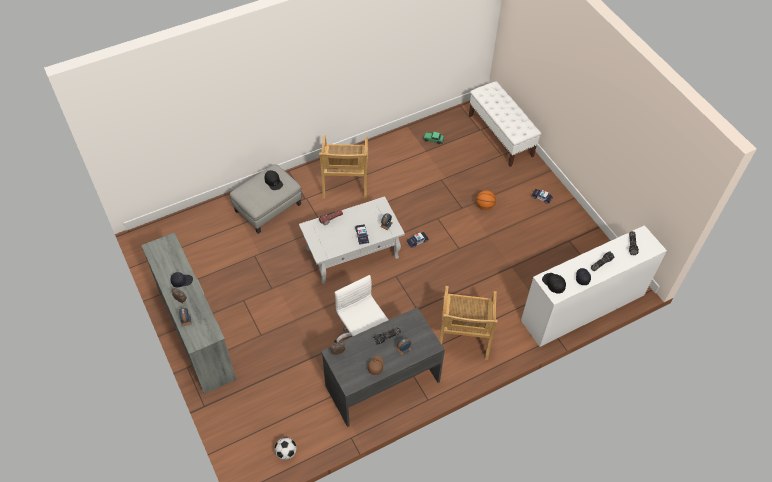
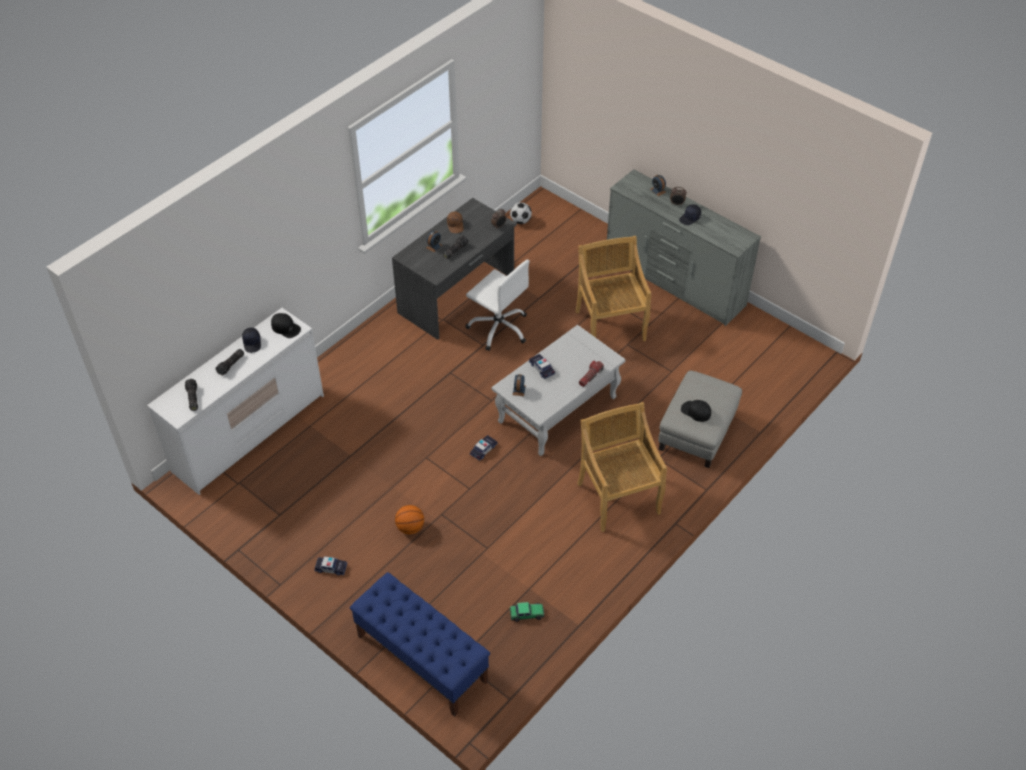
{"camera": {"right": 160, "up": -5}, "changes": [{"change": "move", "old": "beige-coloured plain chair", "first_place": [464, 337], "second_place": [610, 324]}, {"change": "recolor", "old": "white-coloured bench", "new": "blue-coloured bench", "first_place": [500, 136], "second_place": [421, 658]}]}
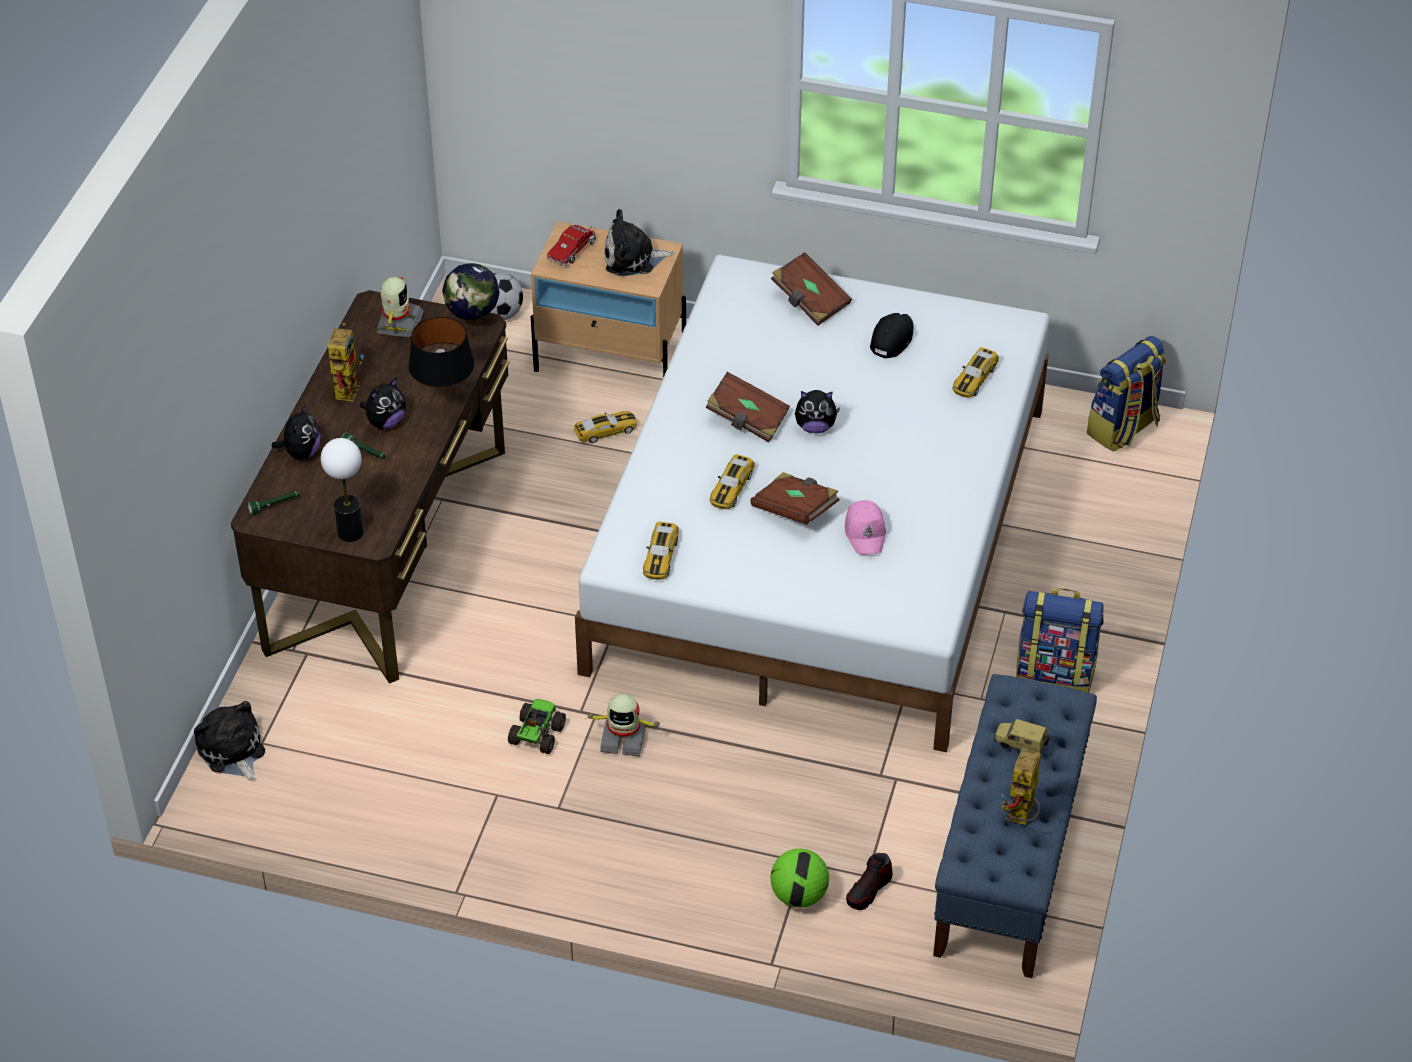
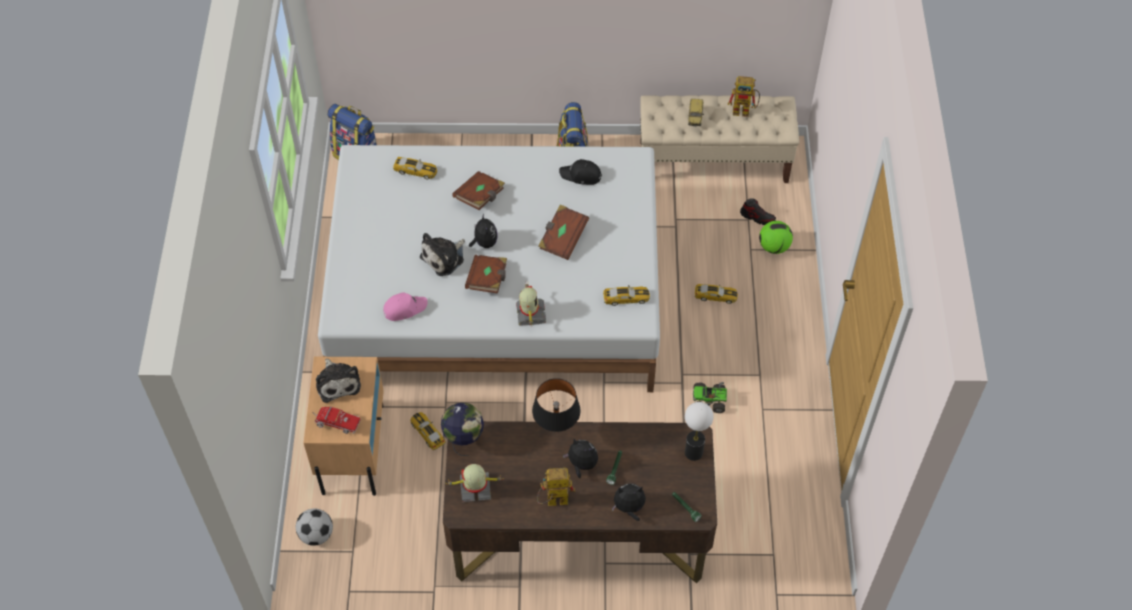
{"camera": {"right": -105, "up": 10}, "changes": [{"change": "move", "old": "soft toy", "first_place": [232, 752], "second_place": [444, 257]}, {"change": "move", "old": "toy robot", "first_place": [623, 738], "second_place": [530, 314]}, {"change": "move", "old": "toy car", "first_place": [731, 488], "second_place": [715, 296]}, {"change": "move", "old": "brown-coloured book", "first_place": [809, 301], "second_place": [480, 197]}, {"change": "move", "old": "pink-coloured cap", "first_place": [865, 532], "second_place": [404, 308]}, {"change": "move", "old": "black cap", "first_place": [891, 339], "second_place": [581, 175]}, {"change": "recolor", "old": "blue-coloured bench", "new": "beige-coloured bench", "first_place": [1009, 862], "second_place": [714, 161]}]}
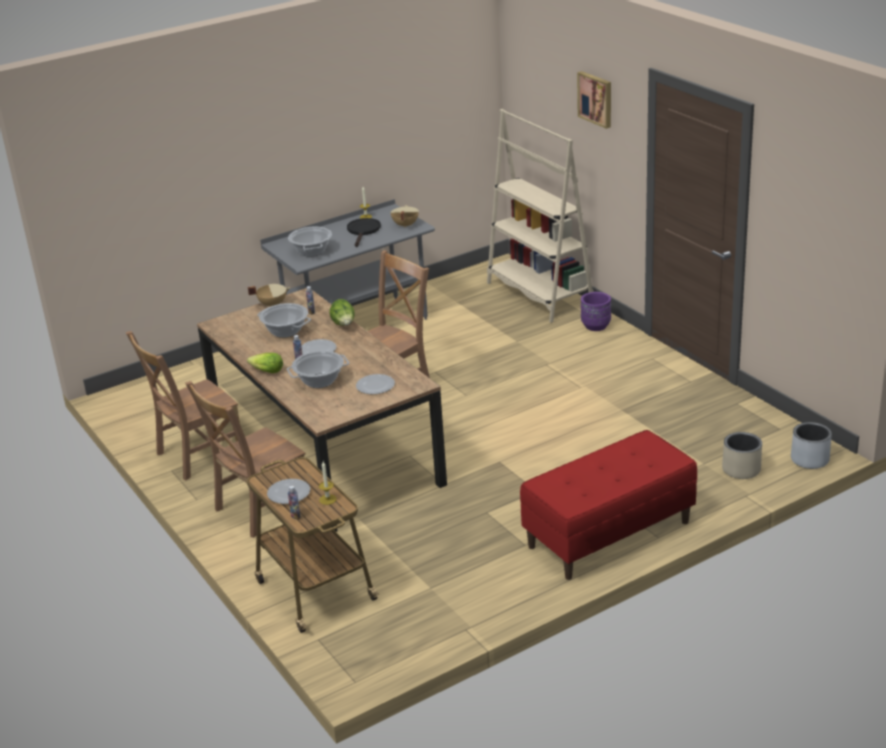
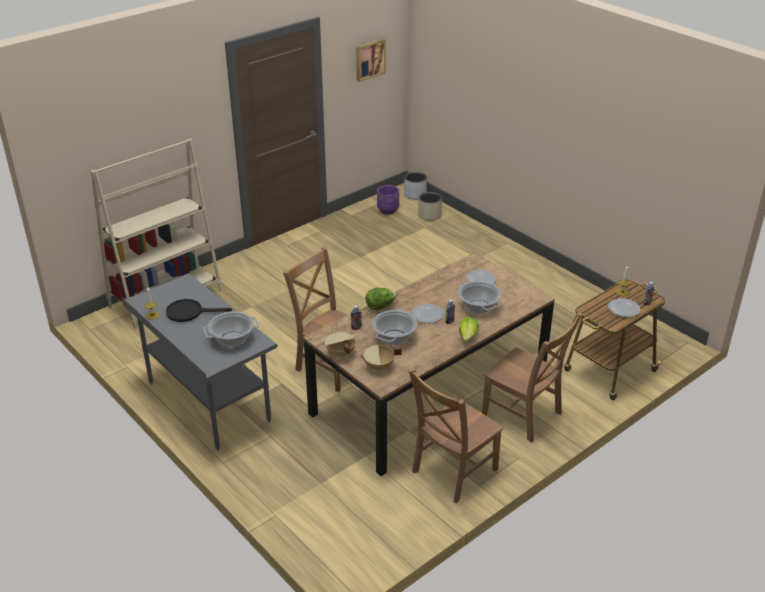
{"camera": {"right": -100, "up": 5}, "changes": [{"change": "delete", "old": "red-coloured bench", "first_place": [609, 535]}, {"change": "move", "old": "beige-coloured stockpot", "first_place": [405, 225], "second_place": [379, 367]}, {"change": "move", "old": "wall picture", "first_place": [596, 99], "second_place": [369, 59]}, {"change": "move", "old": "purple-coloured flower pot", "first_place": [596, 326], "second_place": [388, 210]}, {"change": "rotate", "old": "brown-coloured plain chair", "first_place": [197, 455], "second_place": [452, 472], "degrees": 90}]}
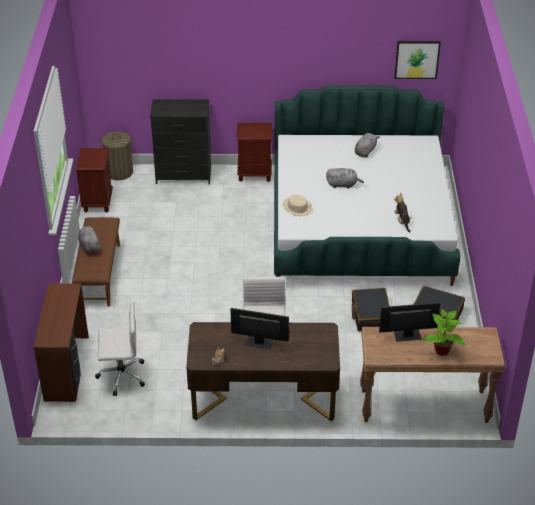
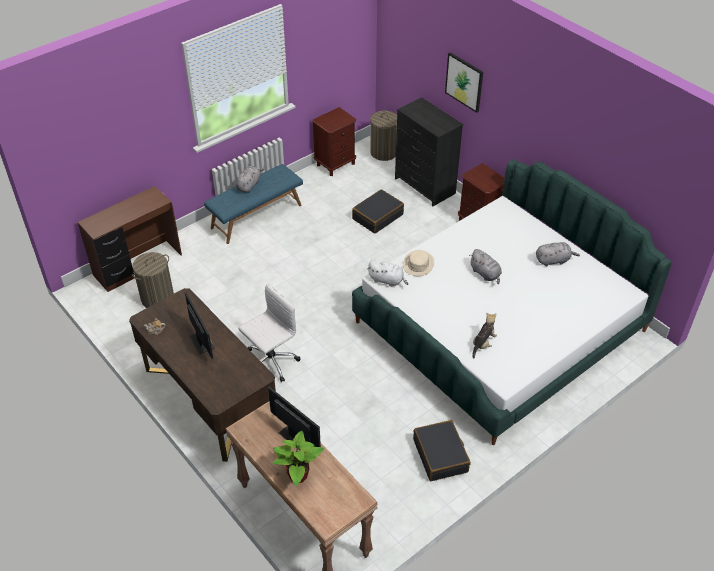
{"camera": {"right": 50, "up": 5}, "changes": [{"change": "insert", "new": "white-coloured soft toy", "second_place": [387, 280]}, {"change": "move", "old": "black travel case", "first_place": [370, 315], "second_place": [377, 216]}, {"change": "move", "old": "wall picture", "first_place": [417, 59], "second_place": [464, 82]}, {"change": "replace", "old": "white-coloured desk chair", "new": "hamper", "first_place": [121, 375], "second_place": [157, 298]}, {"change": "recolor", "old": "brown-coloured bench", "new": "blue-coloured bench", "first_place": [99, 274], "second_place": [256, 216]}]}
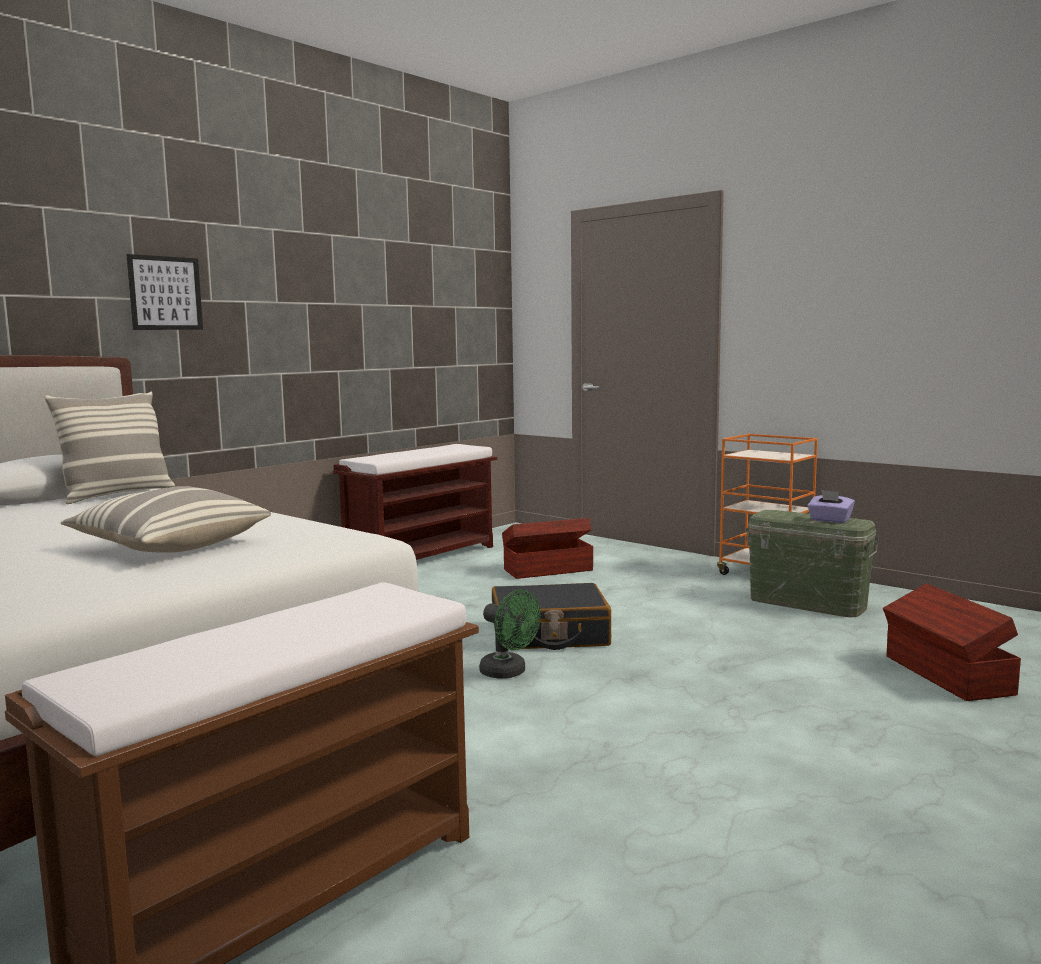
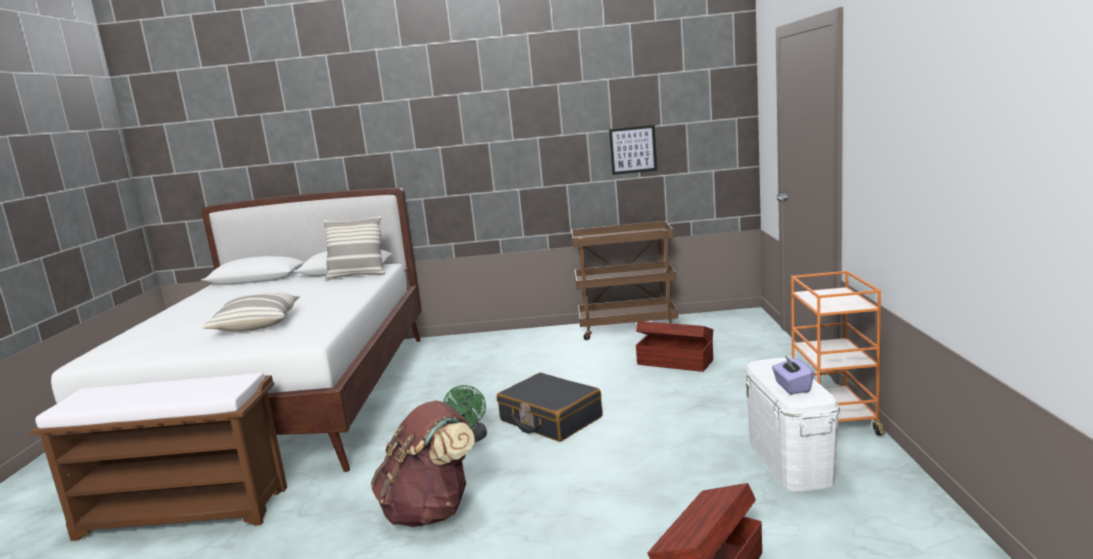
{"camera": {"right": 50, "up": 5}, "changes": [{"change": "insert", "new": "brown-coloured knapsack", "second_place": [431, 511]}, {"change": "move", "old": "wall picture", "first_place": [165, 293], "second_place": [633, 150]}, {"change": "replace", "old": "brown-coloured bench", "new": "brown-coloured wheeled cart", "first_place": [422, 556], "second_place": [628, 328]}, {"change": "recolor", "old": "green storage bin", "new": "white-coloured storage bin", "first_place": [808, 603], "second_place": [790, 461]}]}
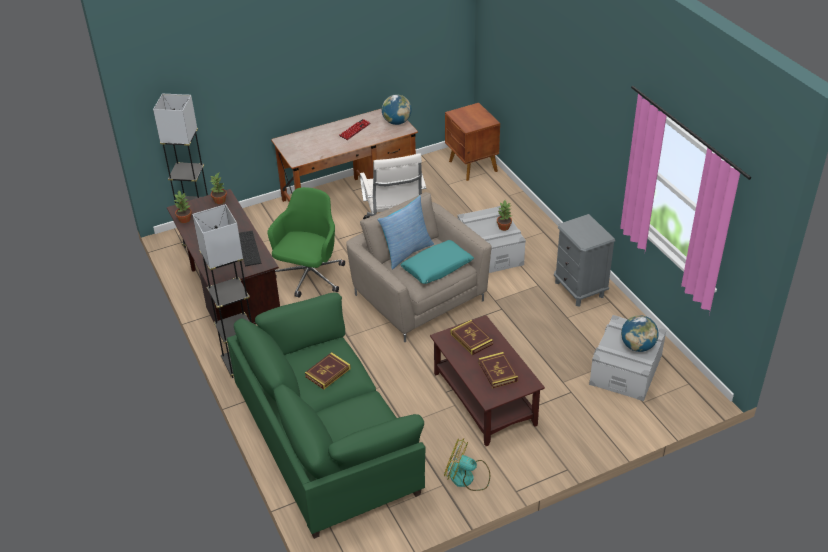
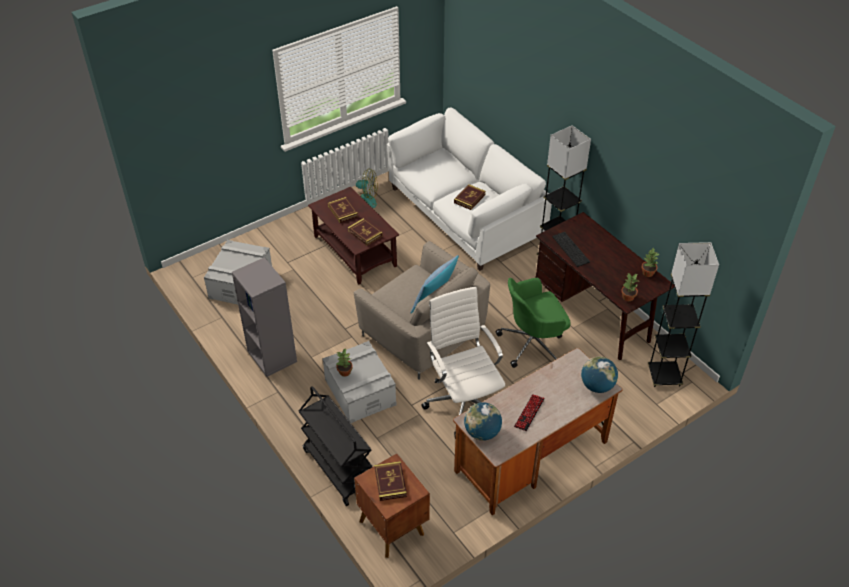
{"camera": {"right": 170, "up": 5}, "changes": [{"change": "delete", "old": "blue-green throw pillow", "first_place": [437, 268]}, {"change": "insert", "new": "black wheeled cart", "second_place": [338, 469]}, {"change": "insert", "new": "book", "second_place": [390, 482]}, {"change": "move", "old": "globe", "first_place": [637, 346], "second_place": [597, 386]}, {"change": "replace", "old": "grey bedside table", "new": "grey bookcase", "first_place": [579, 289], "second_place": [271, 356]}, {"change": "recolor", "old": "green settee", "new": "white-coloured settee", "first_place": [327, 440], "second_place": [465, 213]}, {"change": "rotate", "old": "green desk chair", "first_place": [309, 277], "second_place": [533, 344], "degrees": 60}]}
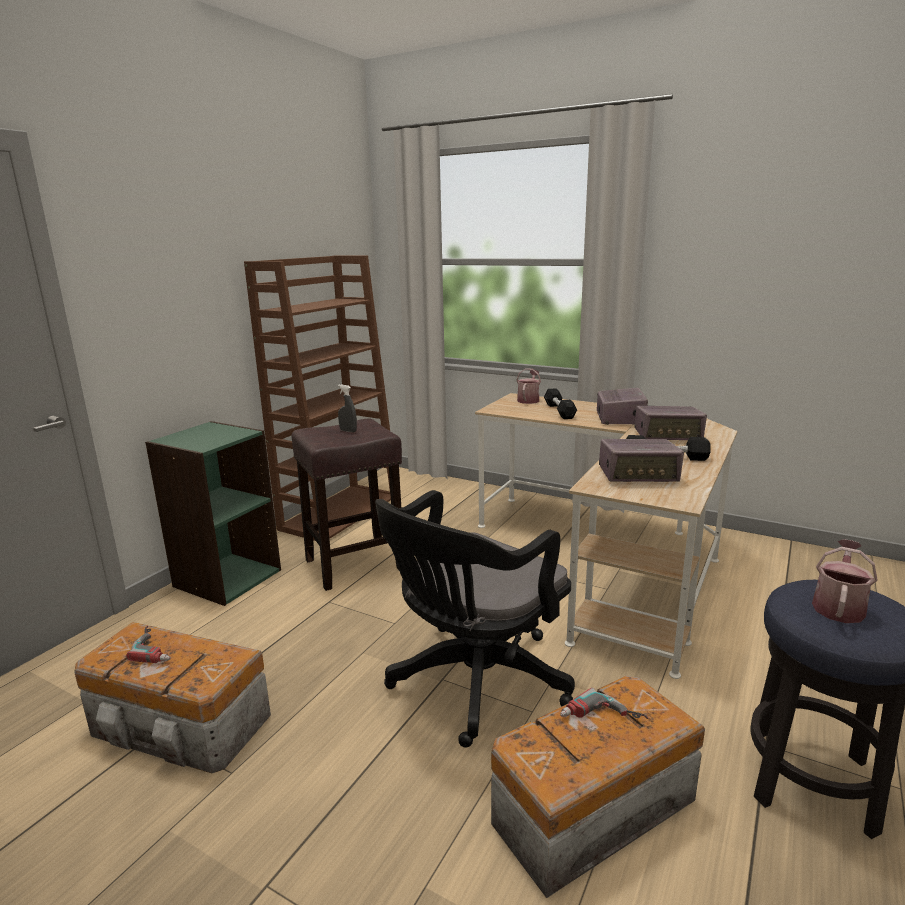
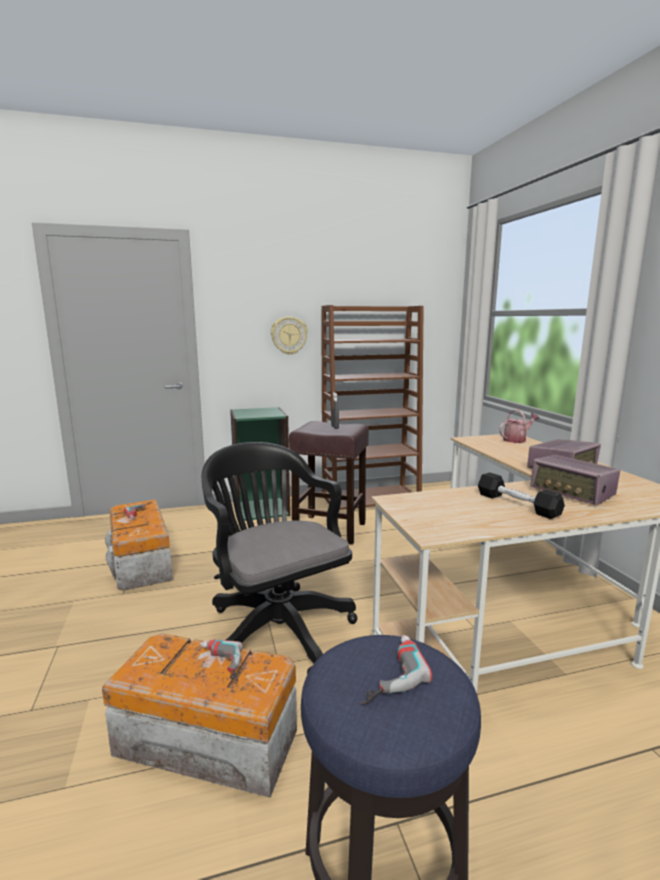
{"camera": {"right": 45, "up": -5}, "changes": [{"change": "delete", "old": "black free weight", "first_place": [559, 411]}, {"change": "delete", "old": "radio receiver", "first_place": [638, 475]}, {"change": "insert", "new": "hanging clock", "second_place": [289, 335]}, {"change": "replace", "old": "watering pot", "new": "power drill", "first_place": [838, 606], "second_place": [387, 673]}, {"change": "rotate", "old": "black desk chair", "first_place": [473, 683], "second_place": [276, 626], "degrees": 60}]}
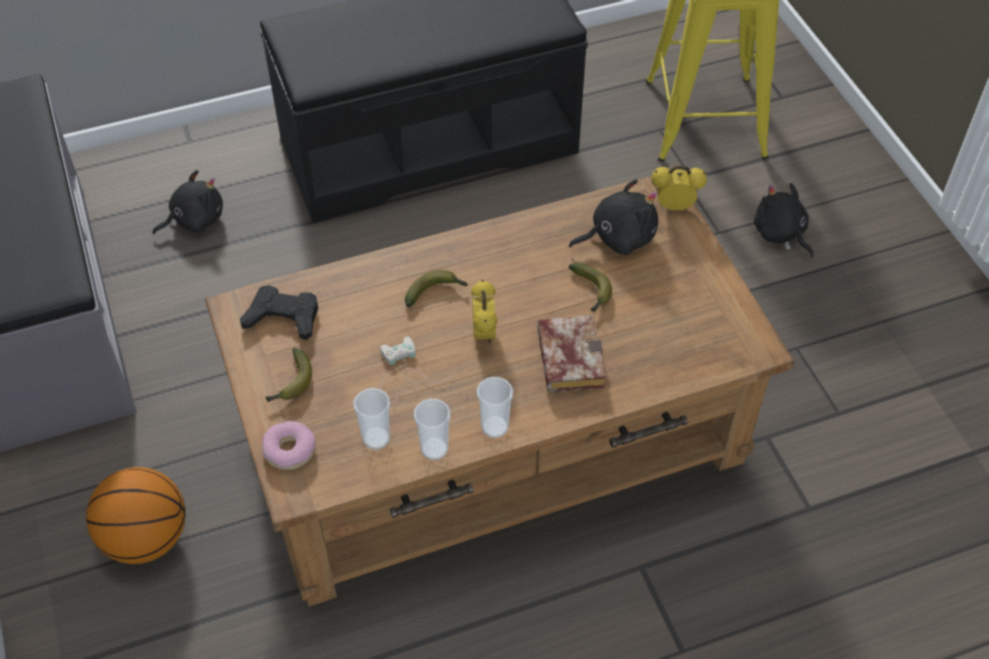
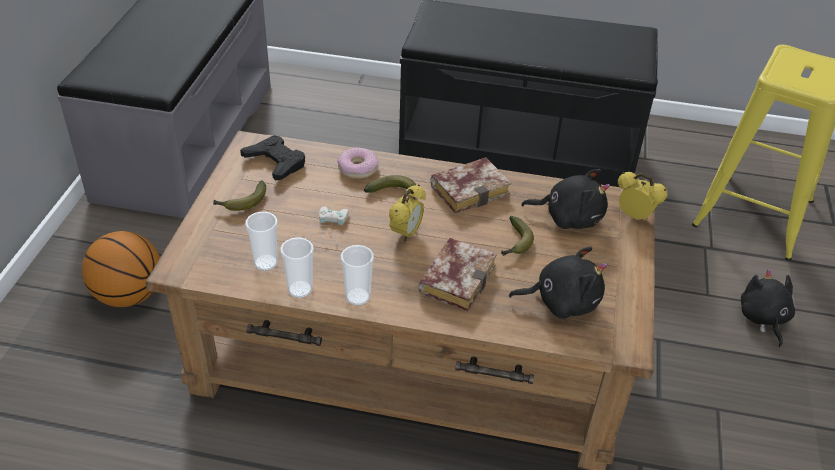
{"camera": {"right": 30, "up": -10}, "changes": [{"change": "insert", "new": "book", "second_place": [471, 189]}, {"change": "move", "old": "black soft toy", "first_place": [194, 219], "second_place": [561, 301]}, {"change": "move", "old": "doughnut", "first_place": [289, 450], "second_place": [358, 168]}]}
